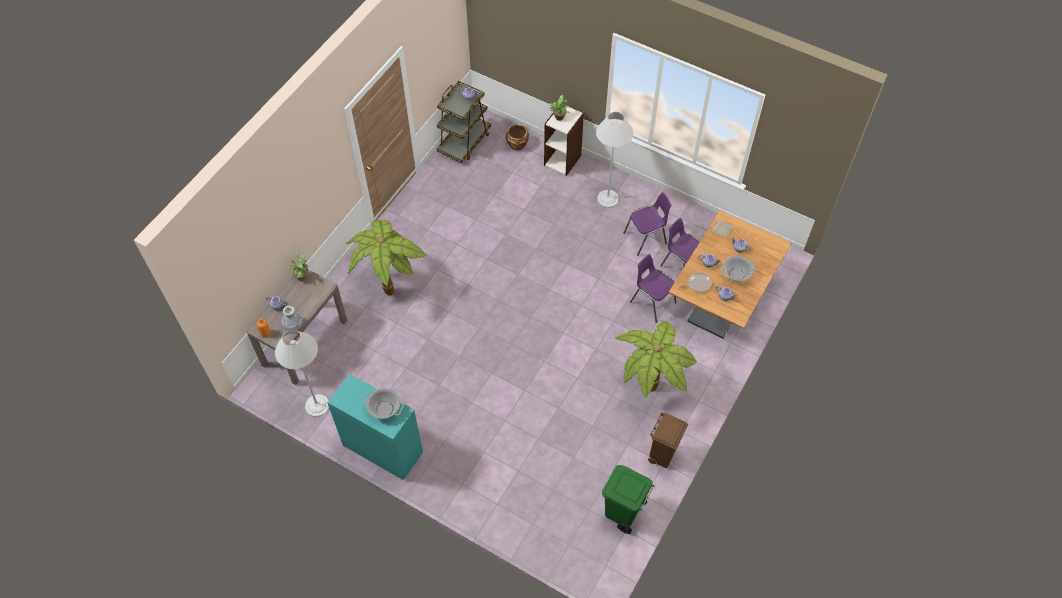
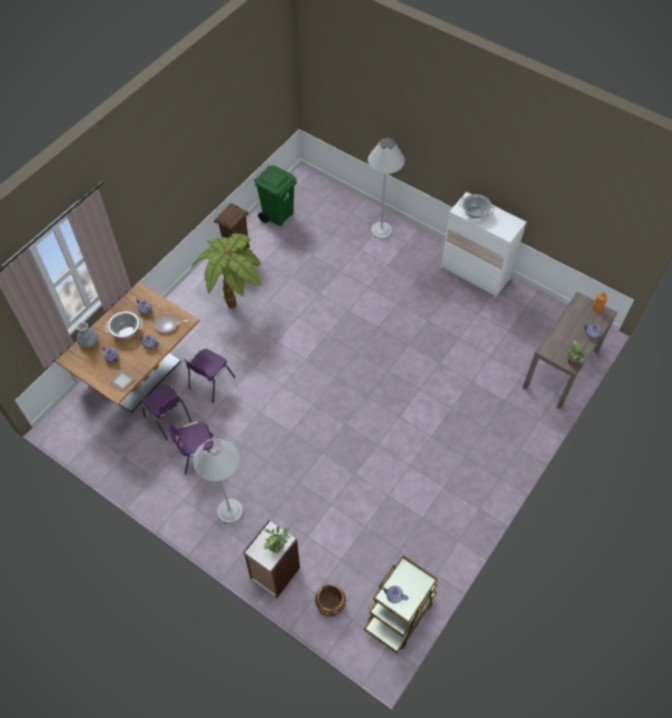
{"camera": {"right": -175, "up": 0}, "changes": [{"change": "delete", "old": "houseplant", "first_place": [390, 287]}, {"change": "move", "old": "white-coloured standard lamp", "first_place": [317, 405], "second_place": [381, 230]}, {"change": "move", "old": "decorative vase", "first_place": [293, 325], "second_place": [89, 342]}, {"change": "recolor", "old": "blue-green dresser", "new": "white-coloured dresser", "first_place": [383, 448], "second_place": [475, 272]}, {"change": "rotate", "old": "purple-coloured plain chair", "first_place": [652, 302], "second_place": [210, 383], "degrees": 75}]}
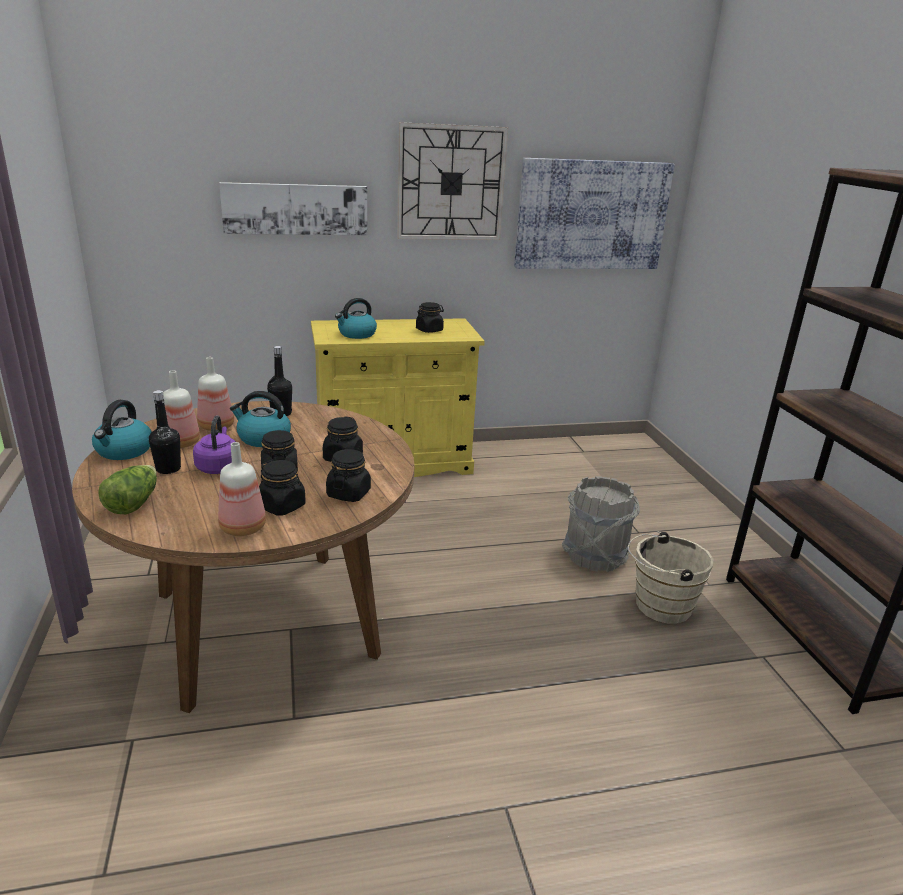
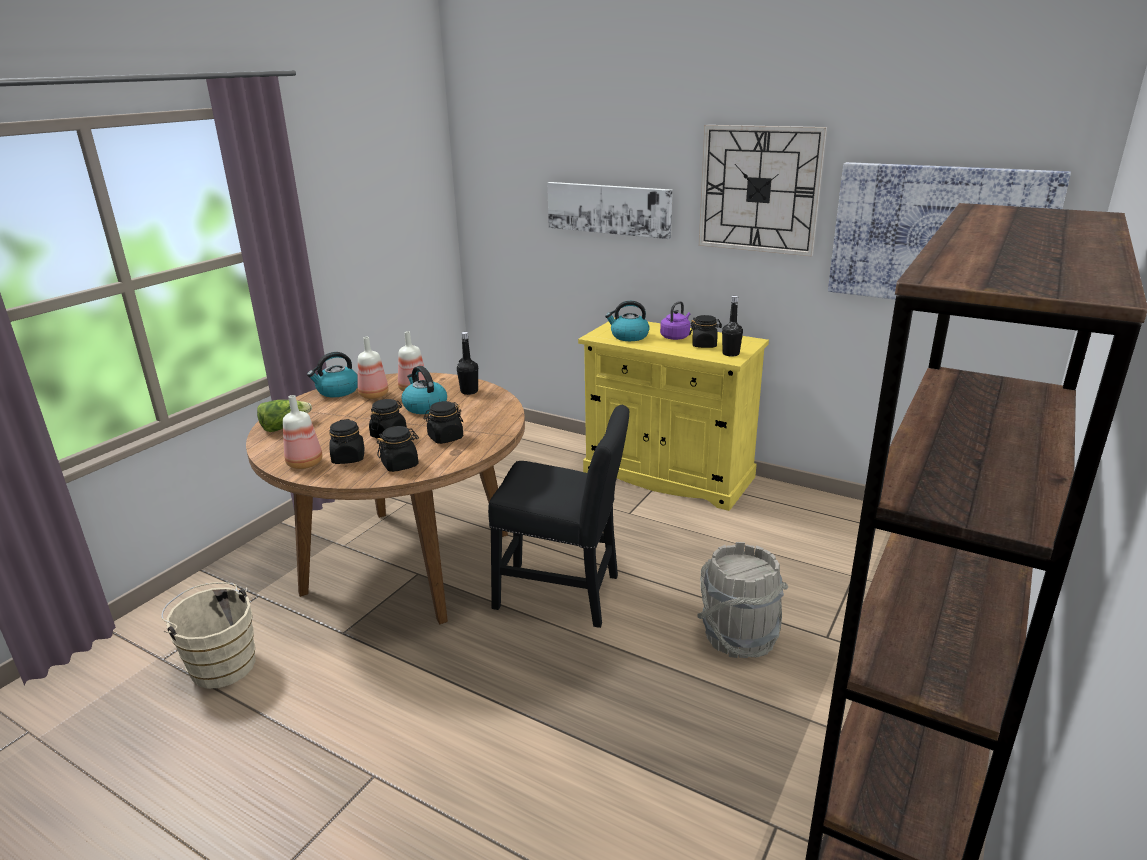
{"camera": {"right": 45, "up": 0}, "changes": [{"change": "insert", "new": "black plain chair", "second_place": [563, 594]}, {"change": "move", "old": "black drink bottle", "first_place": [168, 469], "second_place": [730, 354]}, {"change": "move", "old": "purple-coloured kettle", "first_place": [218, 467], "second_place": [676, 337]}, {"change": "move", "old": "beige-coloured bucket", "first_place": [658, 605], "second_place": [221, 664]}]}
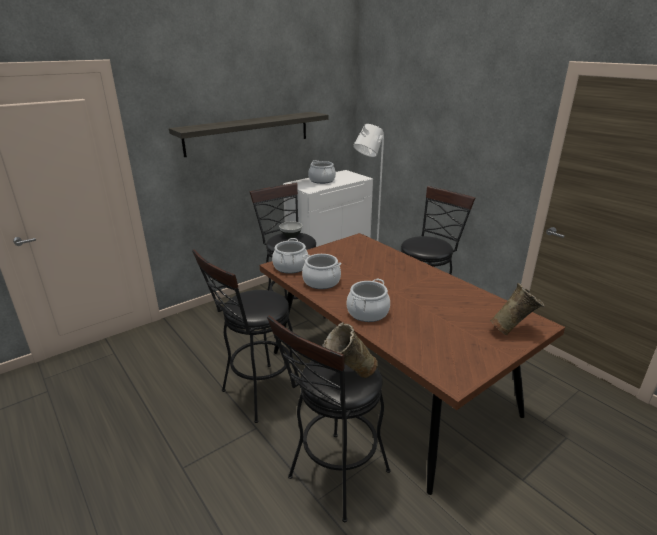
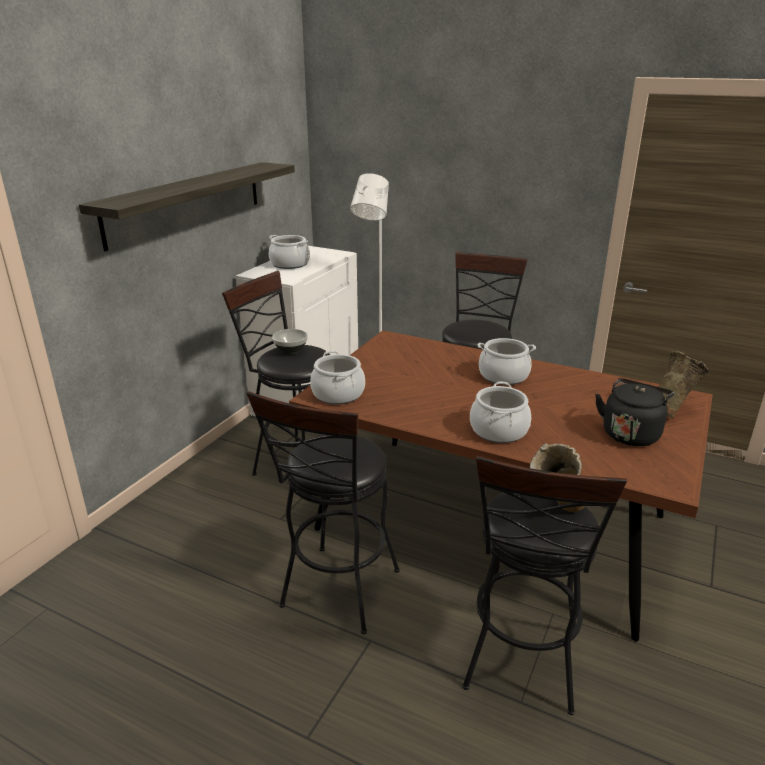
{"camera": {"right": -25, "up": 0}, "changes": [{"change": "insert", "new": "black kettle", "second_place": [631, 433]}, {"change": "move", "old": "stockpot", "first_place": [321, 282], "second_place": [503, 376]}]}
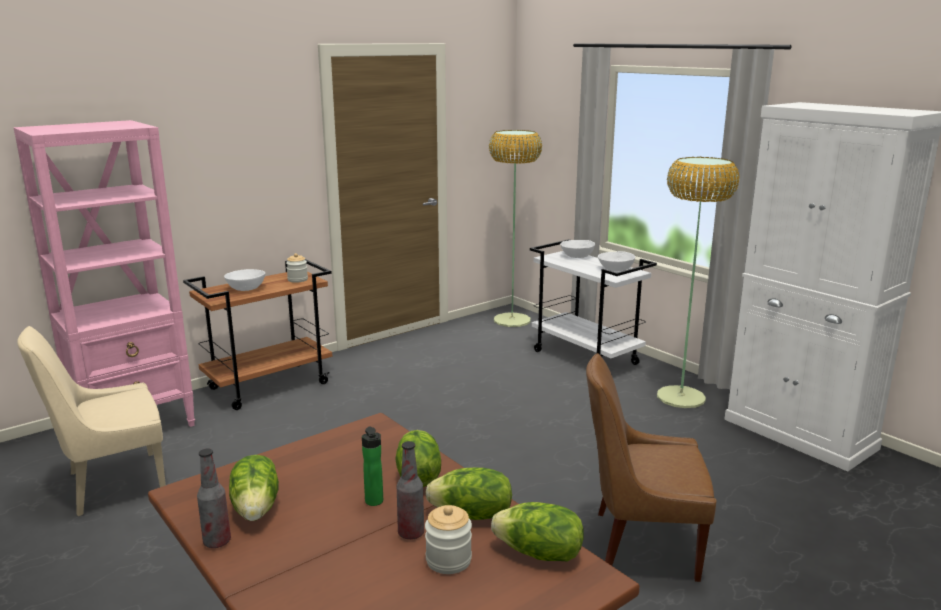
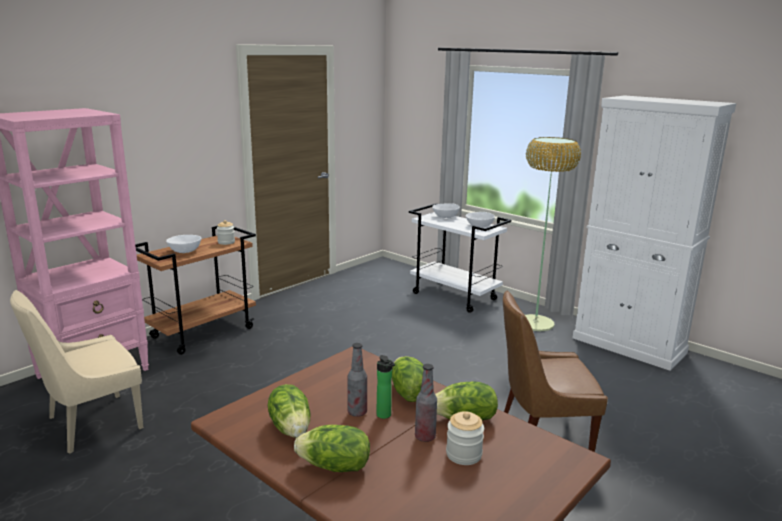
{"camera": {"right": -10, "up": 0}, "changes": [{"change": "delete", "old": "standard lamp", "first_place": [512, 320]}, {"change": "move", "old": "drink bottle", "first_place": [217, 542], "second_place": [357, 412]}, {"change": "move", "old": "lettuce head", "first_place": [539, 554], "second_place": [334, 467]}]}
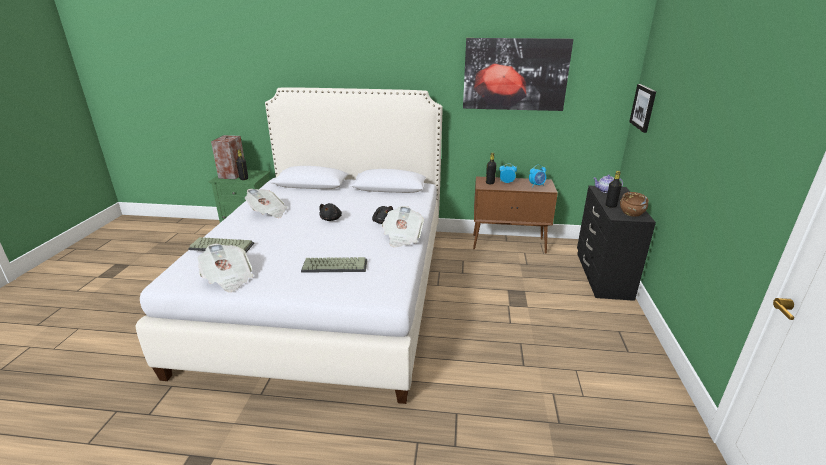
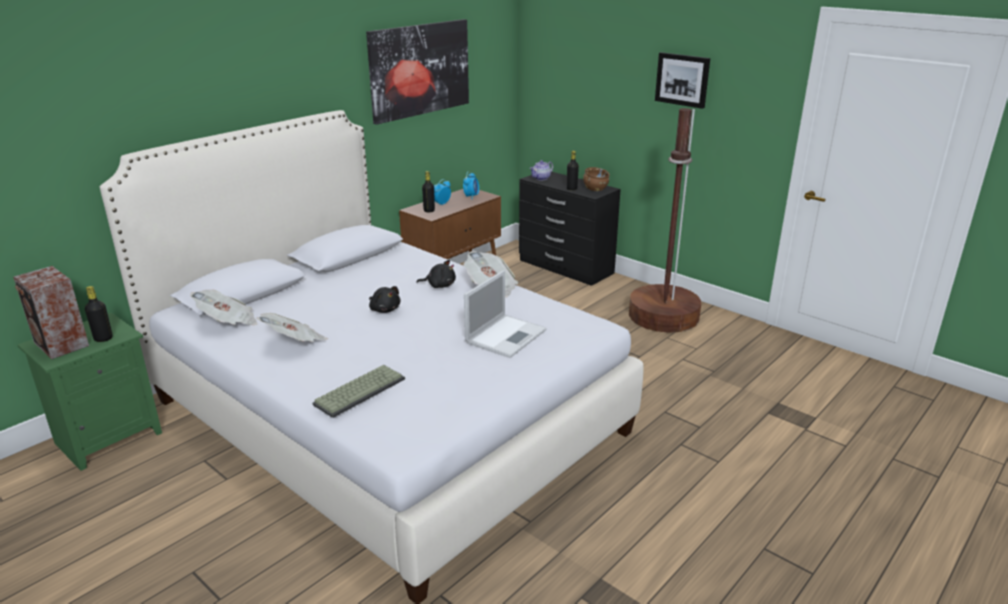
{"camera": {"right": -55, "up": 0}, "changes": [{"change": "insert", "new": "brown-coloured standard lamp", "second_place": [663, 316]}, {"change": "move", "old": "printed paper", "first_place": [228, 279], "second_place": [228, 322]}, {"change": "move", "old": "wall picture", "first_place": [643, 107], "second_place": [682, 79]}, {"change": "replace", "old": "keyboard", "new": "laptop", "first_place": [335, 265], "second_place": [506, 335]}]}
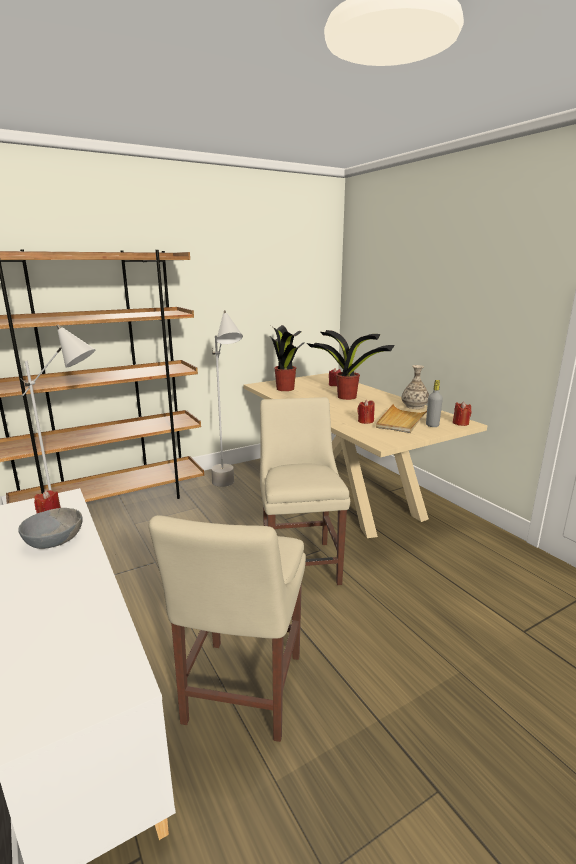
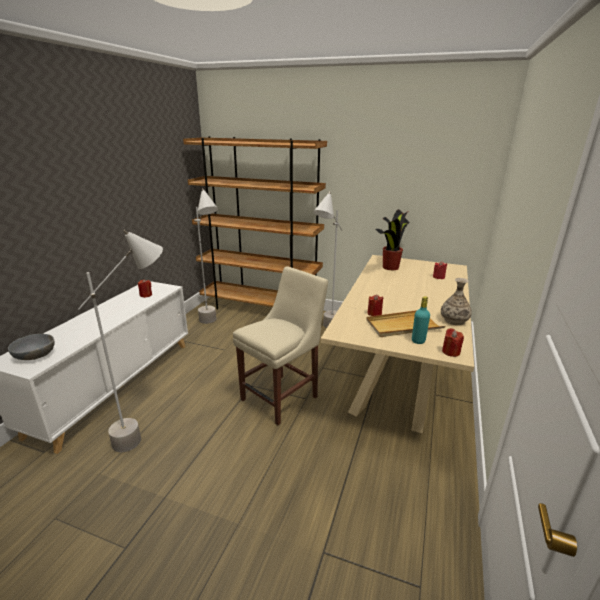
{"camera": {"right": 50, "up": 5}, "changes": [{"change": "delete", "old": "houseplant", "first_place": [345, 396]}, {"change": "move", "old": "grey deep dish", "first_place": [54, 541], "second_place": [35, 355]}, {"change": "replace", "old": "beige-coloured plain chair", "new": "grey standard lamp", "first_place": [241, 693], "second_place": [150, 432]}, {"change": "recolor", "old": "grey drink bottle", "new": "blue-green drink bottle", "first_place": [432, 425], "second_place": [418, 341]}]}
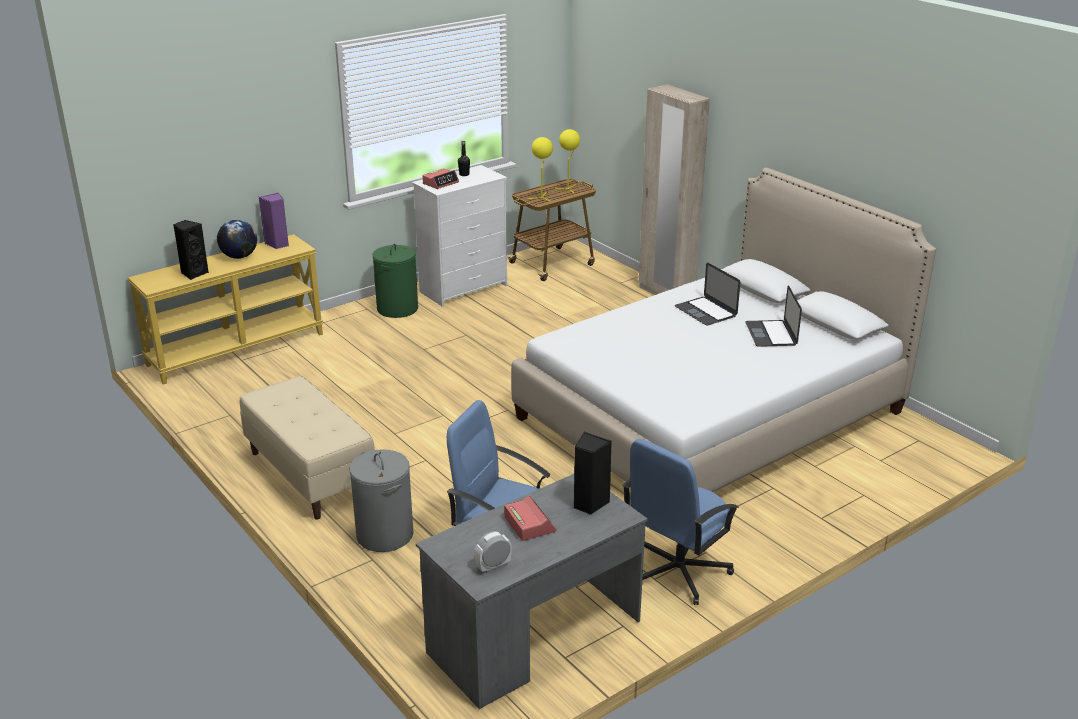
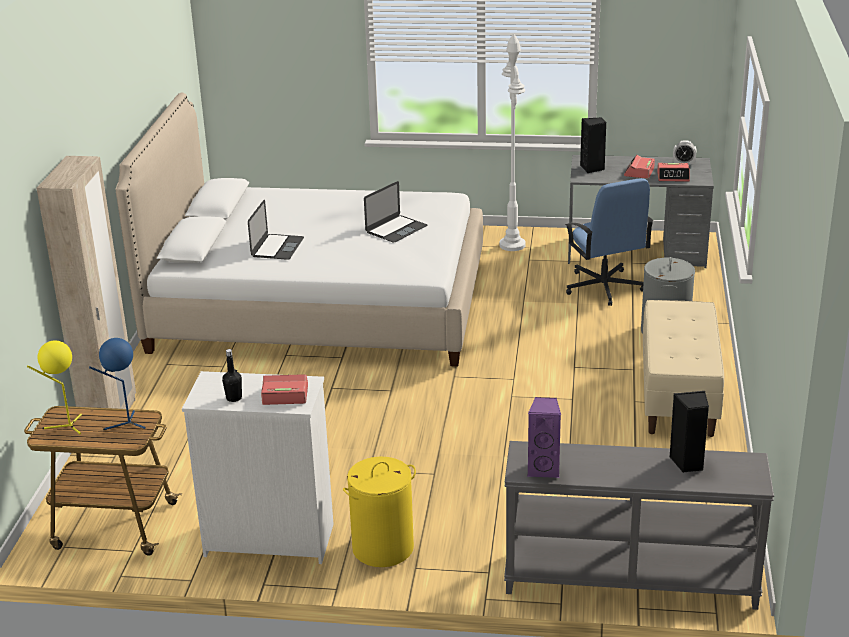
{"camera": {"right": -135, "up": 0}, "changes": [{"change": "delete", "old": "globe", "first_place": [239, 256]}, {"change": "insert", "new": "table clock", "second_place": [673, 177]}, {"change": "move", "old": "laptop", "first_place": [771, 334], "second_place": [396, 229]}, {"change": "replace", "old": "blue-coloured desk chair", "new": "white-coloured standard lamp", "first_place": [676, 571], "second_place": [512, 245]}, {"change": "recolor", "old": "yellow-coloured console table", "new": "grey console table", "first_place": [236, 349], "second_place": [629, 581]}, {"change": "recolor", "old": "green hamper", "new": "yellow-coloured hamper", "first_place": [397, 308], "second_place": [382, 548]}, {"change": "recolor", "old": "yellow-coloured tabletop lamp", "new": "blue-coloured tabletop lamp", "first_place": [542, 197], "second_place": [126, 424]}]}
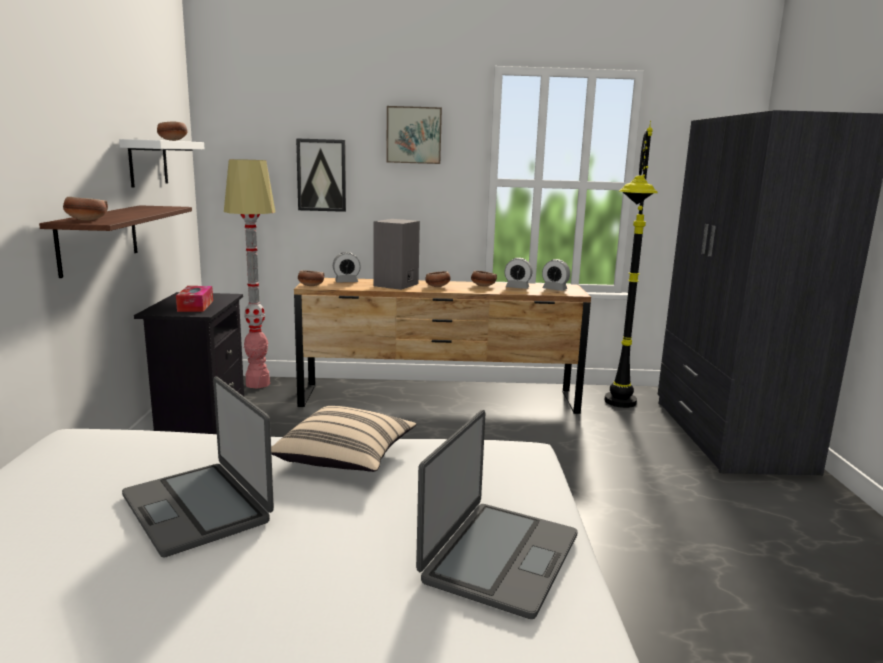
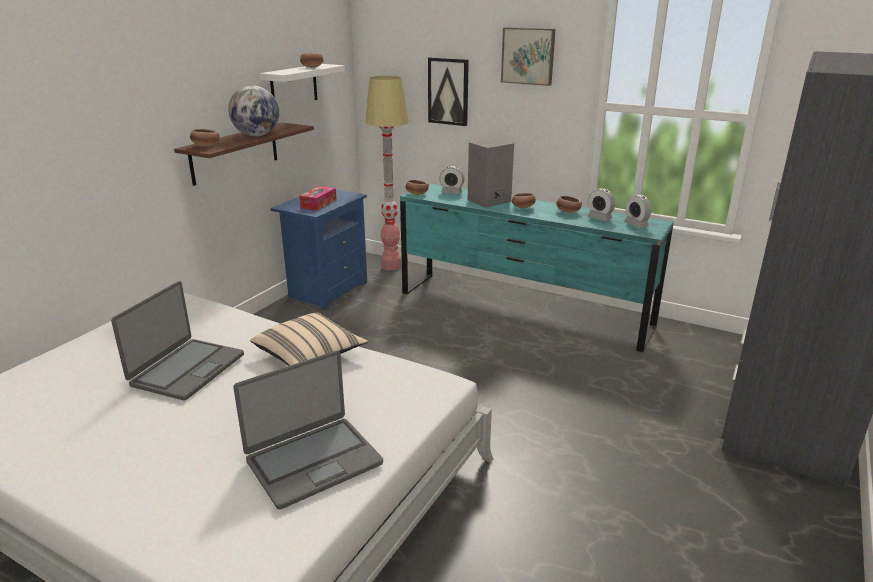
{"camera": {"right": 30, "up": 10}, "changes": [{"change": "delete", "old": "black standard lamp", "first_place": [617, 411]}, {"change": "insert", "new": "globe", "second_place": [257, 135]}, {"change": "recolor", "old": "black bedside table", "new": "blue-coloured bedside table", "first_place": [200, 419], "second_place": [327, 290]}, {"change": "recolor", "old": "brown-coloured dresser", "new": "blue-green dresser", "first_place": [439, 399], "second_place": [522, 309]}, {"change": "rotate", "old": "laptop", "first_place": [198, 508], "second_place": [187, 370], "degrees": -150}]}
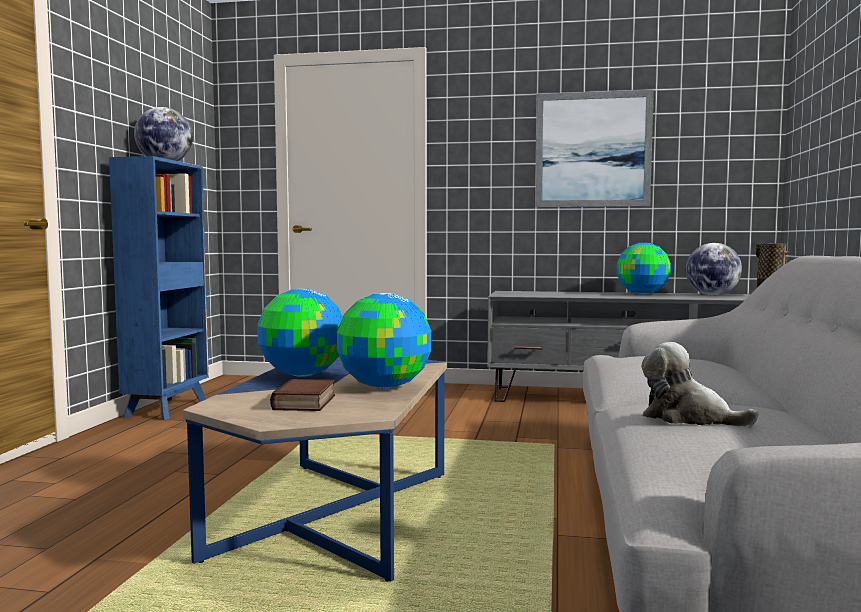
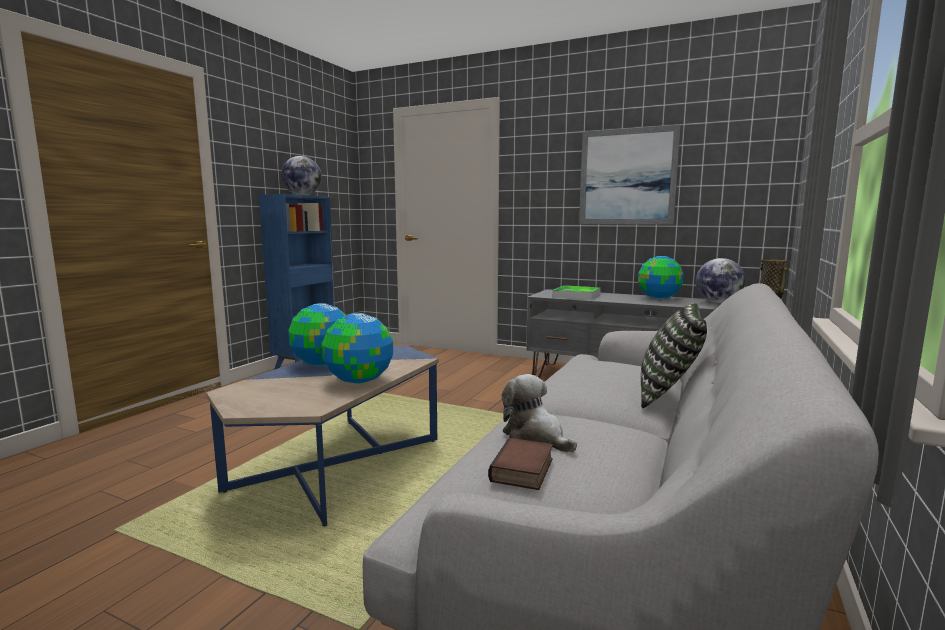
{"camera": {"right": 15, "up": 5}, "changes": [{"change": "insert", "new": "tray", "second_place": [576, 296]}, {"change": "insert", "new": "throw pillow", "second_place": [669, 394]}, {"change": "move", "old": "book", "first_place": [306, 403], "second_place": [524, 471]}]}
